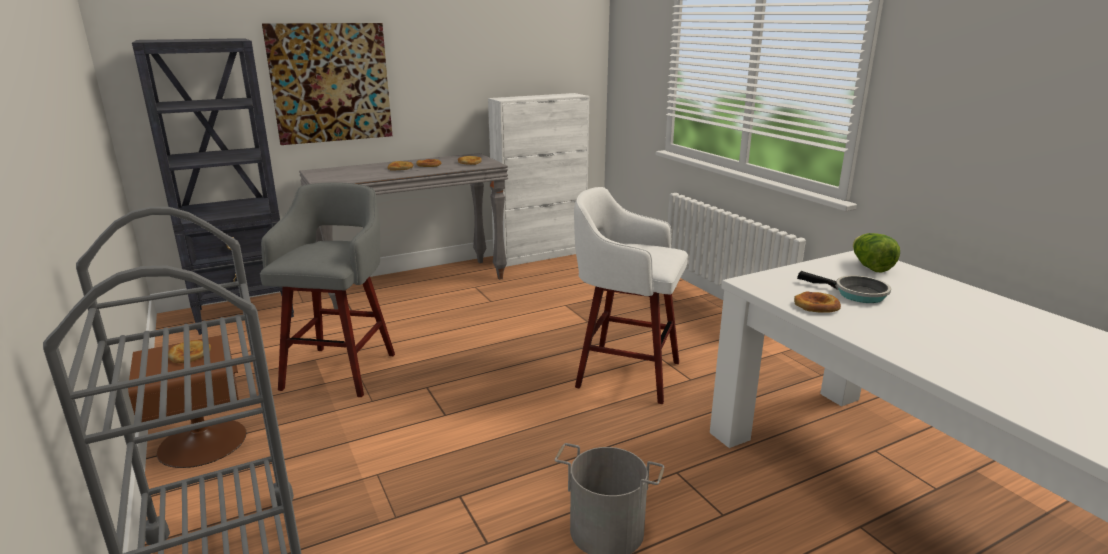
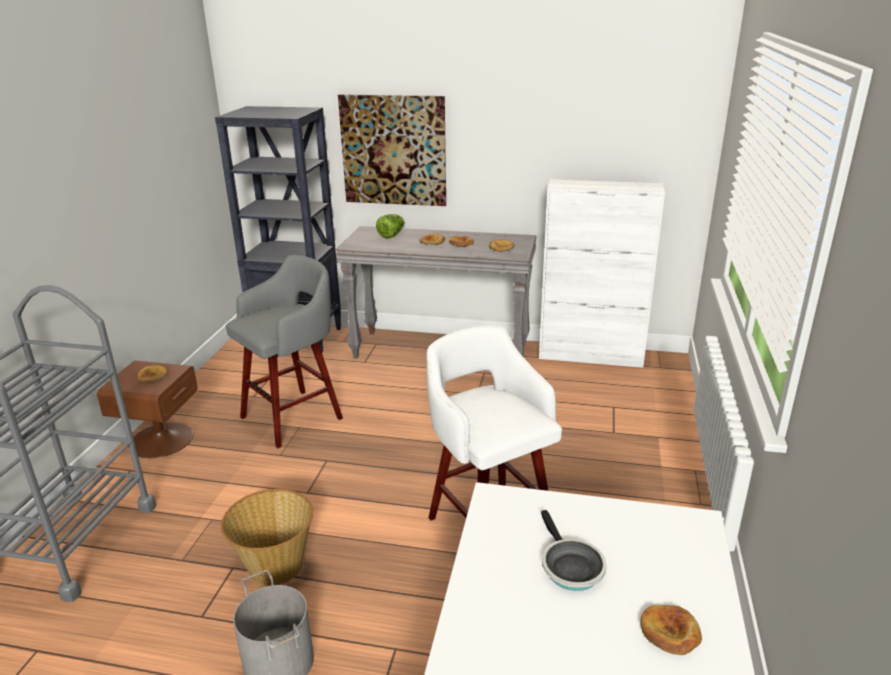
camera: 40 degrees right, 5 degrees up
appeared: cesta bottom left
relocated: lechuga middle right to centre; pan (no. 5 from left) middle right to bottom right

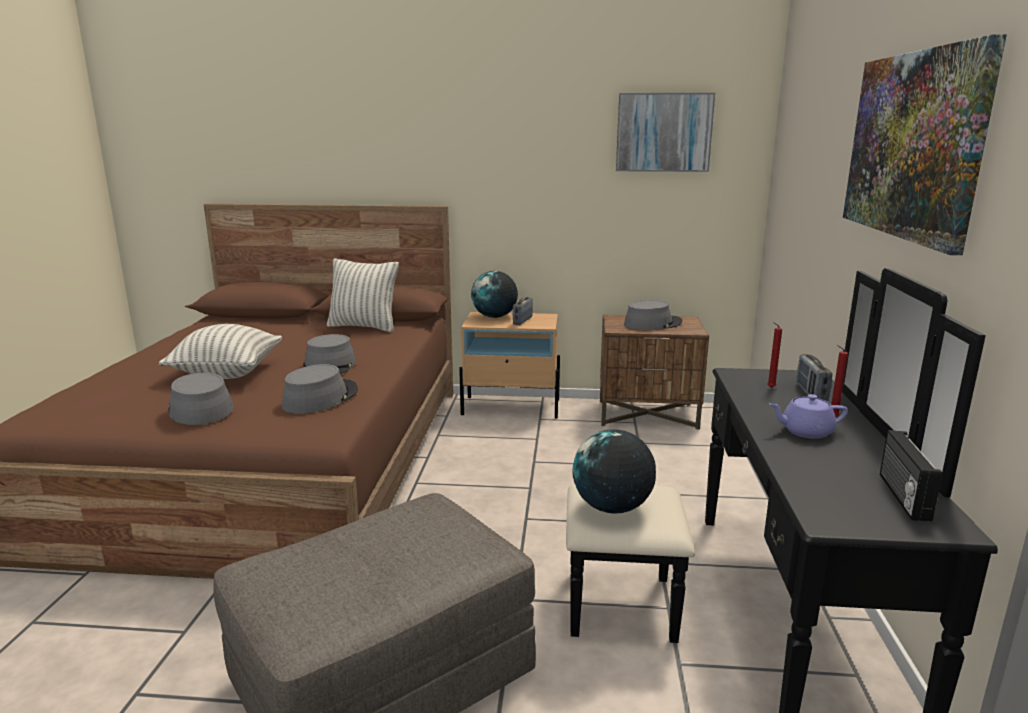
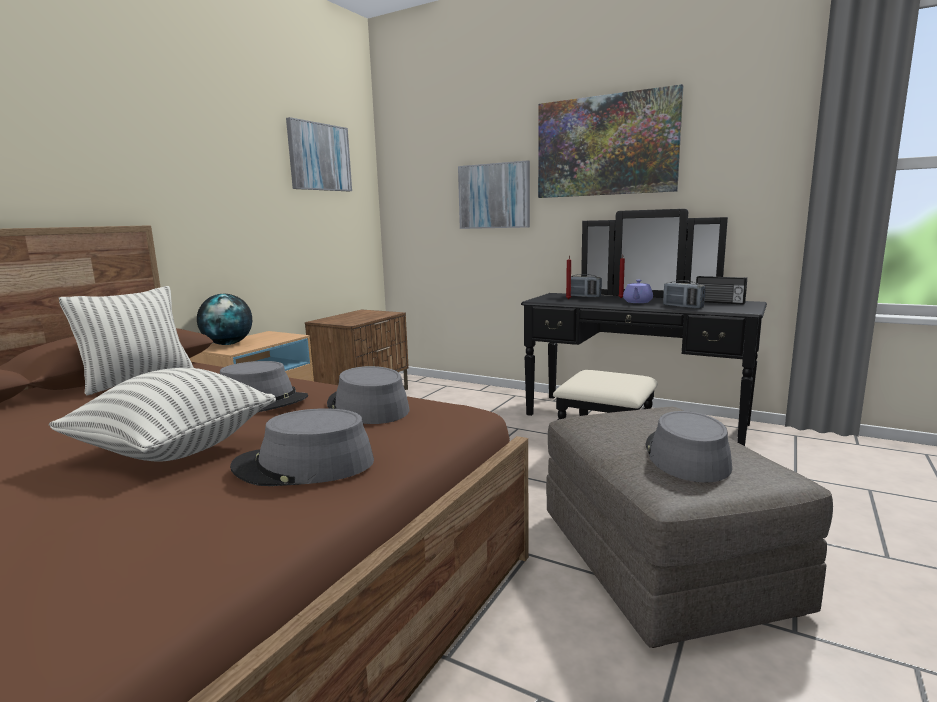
camera: 65 degrees left, 5 degrees down
missing: globo terráqueo (no. 2 from left) centre
appeared: cuadro (no. 2 from left) top centre
relocated: radio (no. 1 from left in the first image) centre to radio (no. 2 from left) middle right; sombrero/gris (no. 4 from left) centre to middle right

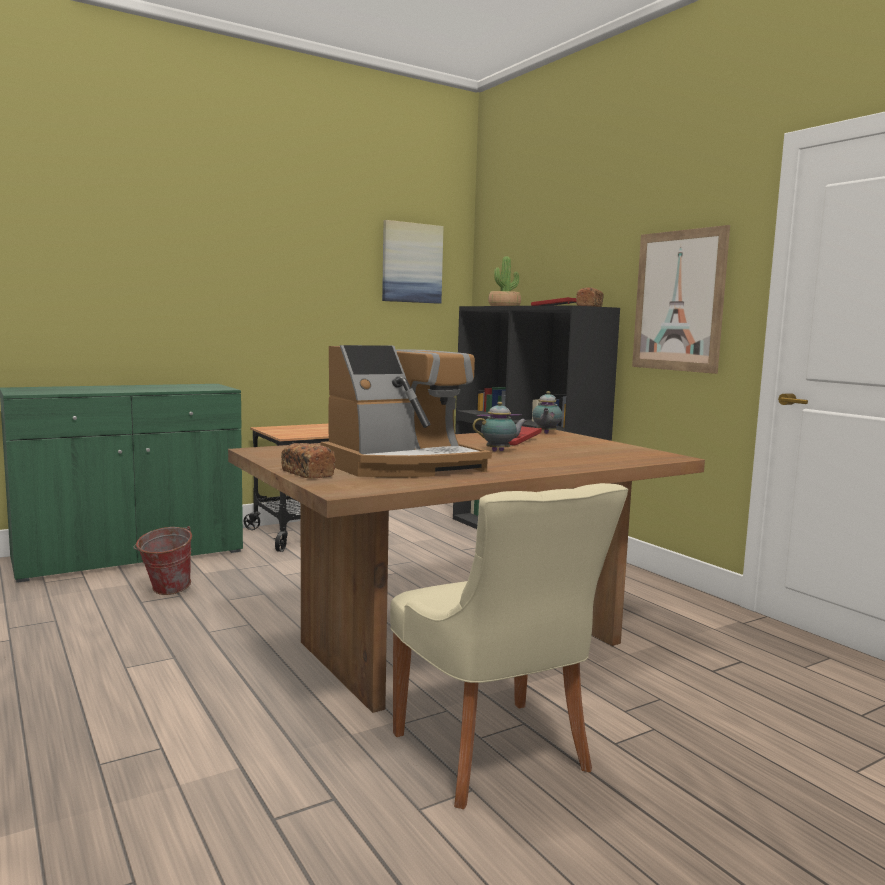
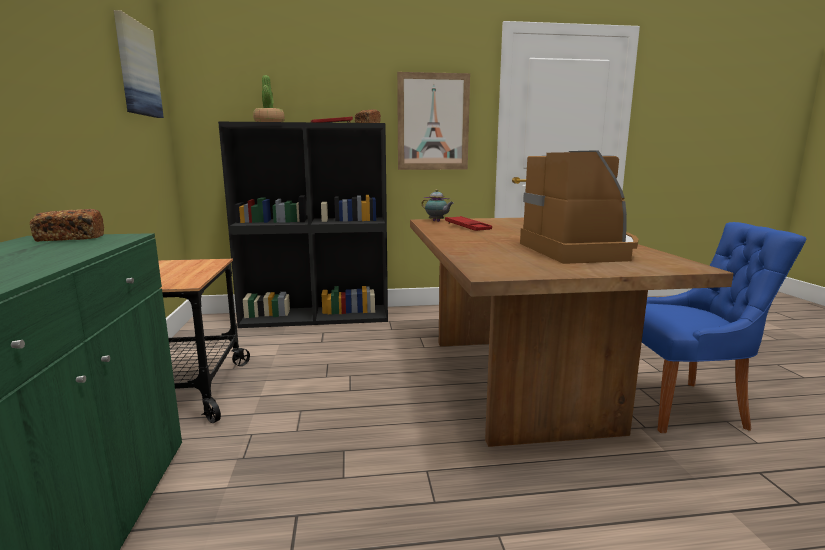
camera: 65 degrees left, 5 degrees up
missing: tetera (no. 1 from left) centre; cubo middle left
relocated: pan (no. 1 from left) centre to middle left
colour: silla/beis bottom centre to silla/azul middle right

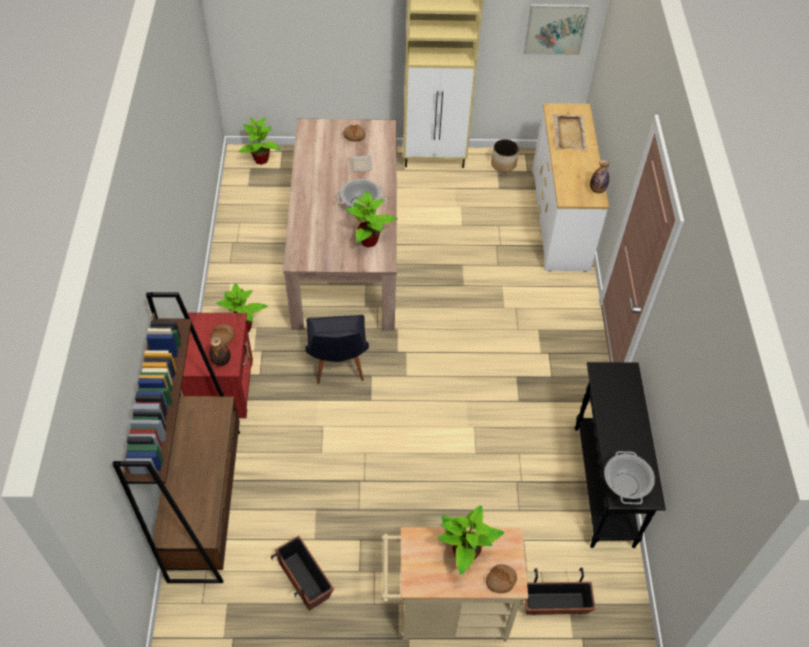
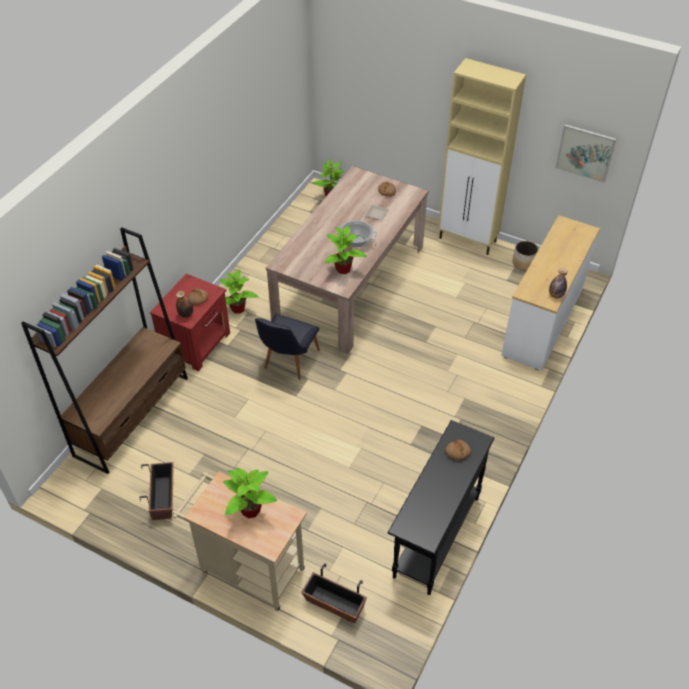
camera: 30 degrees right, 5 degrees down
missing: bandeja/beis top right; olla (no. 2 from left) bottom right
relocated: pan (no. 3 from left) bottom centre to centre

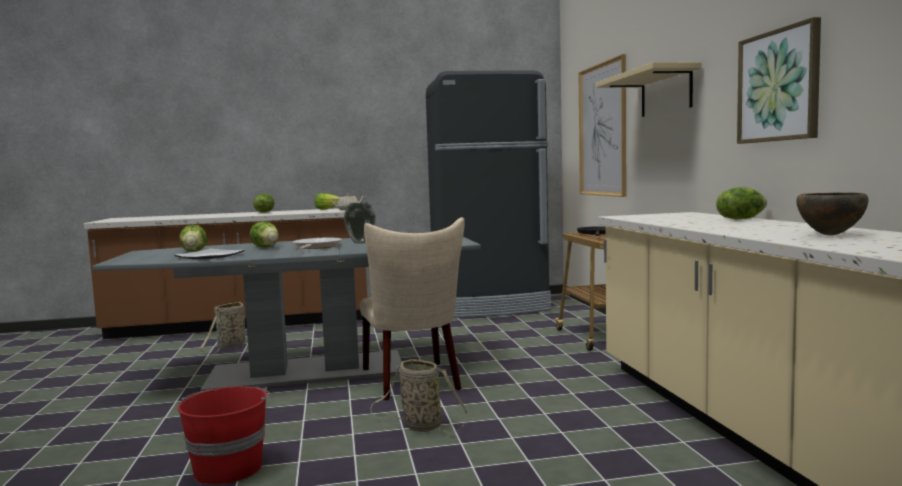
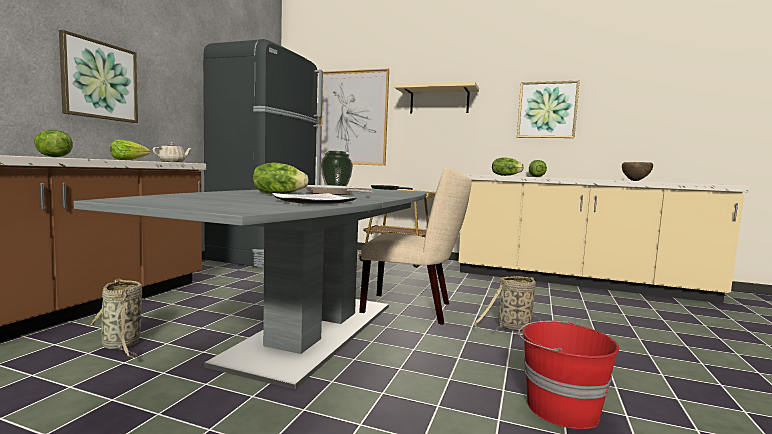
camera: 60 degrees left, 0 degrees up
appeared: cuadro (no. 1 from left) top left
relocated: lechuga (no. 1 from left in the first image) middle left to lechuga (no. 4 from left) centre

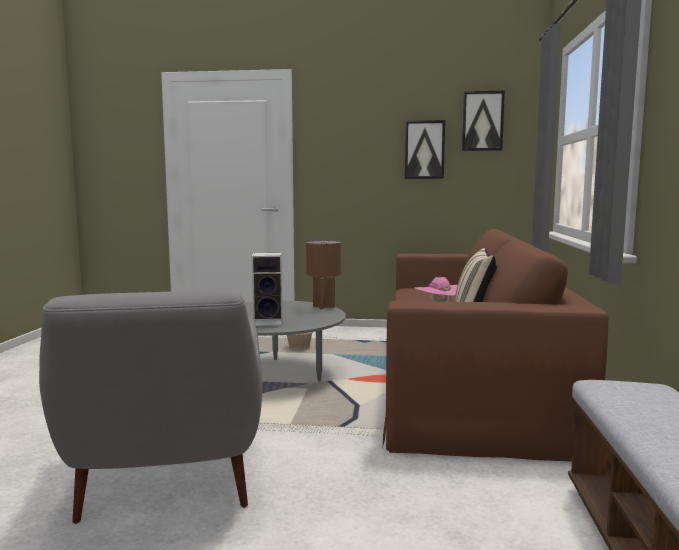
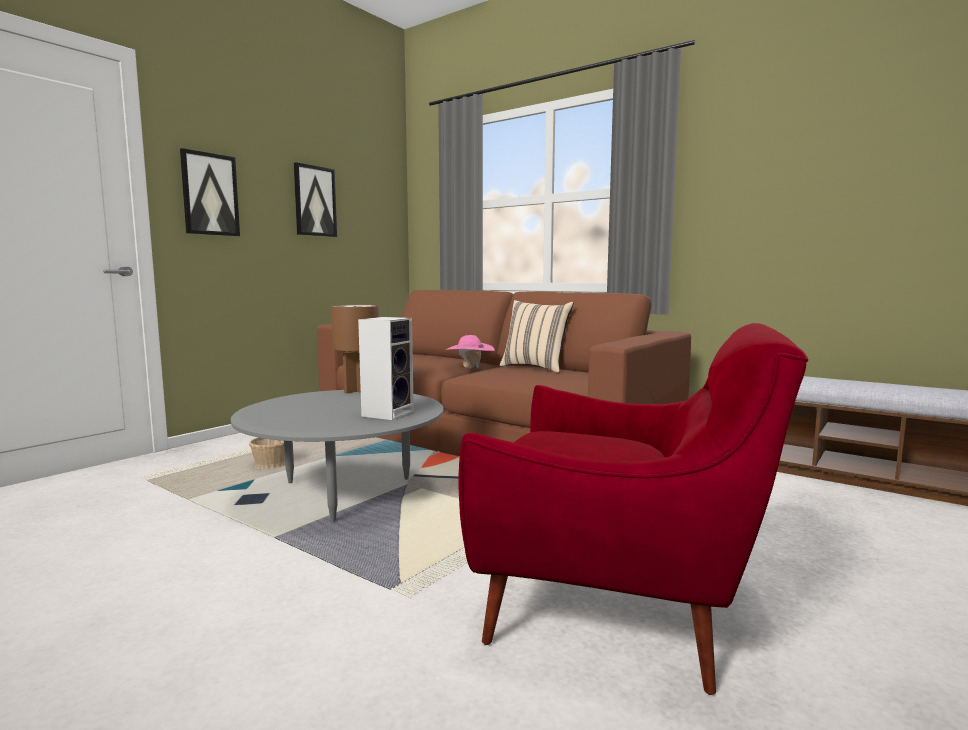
camera: 60 degrees left, 0 degrees up
relocated: cuadro (no. 2 from left in the first image) top right to cuadro (no. 1 from left) top left
colour: sillón/gris bottom left to sillón/rojo bottom centre

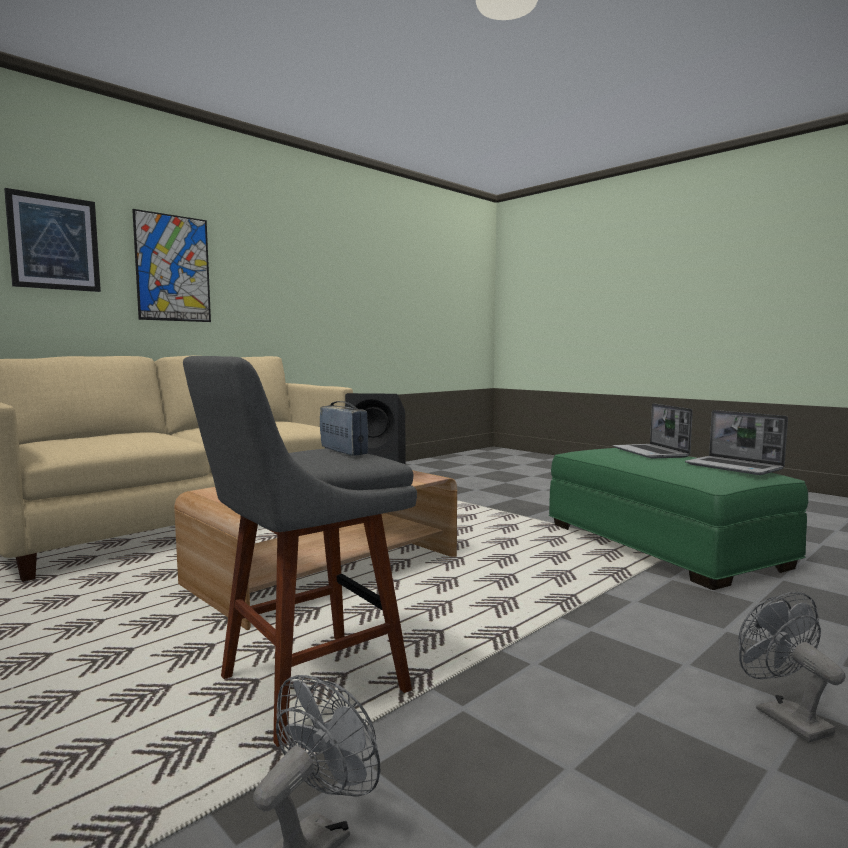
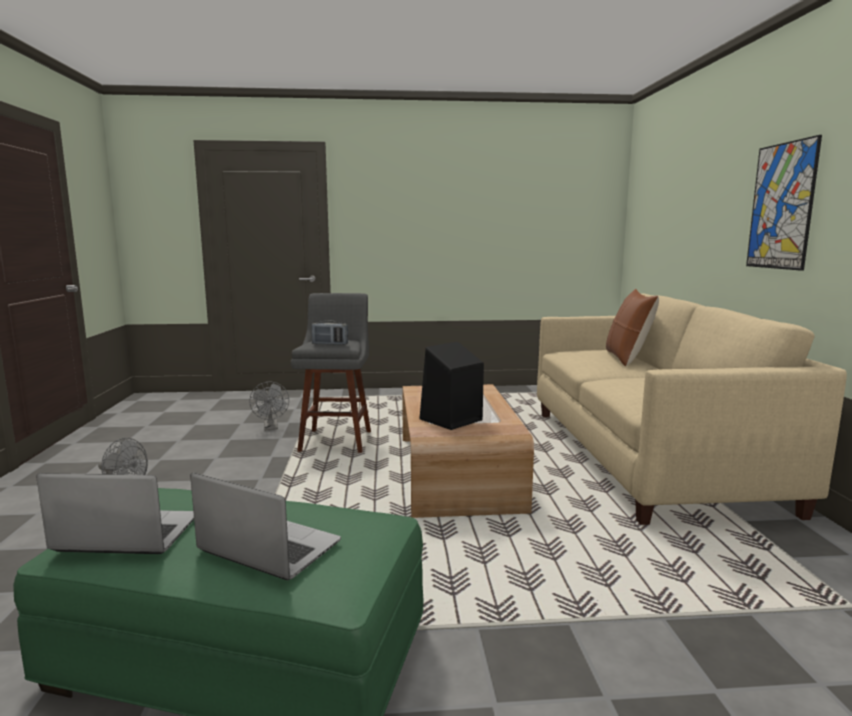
camera: 130 degrees right, 5 degrees up
missing: cuadro (no. 1 from left) top left
appeared: cojín/marrón middle right

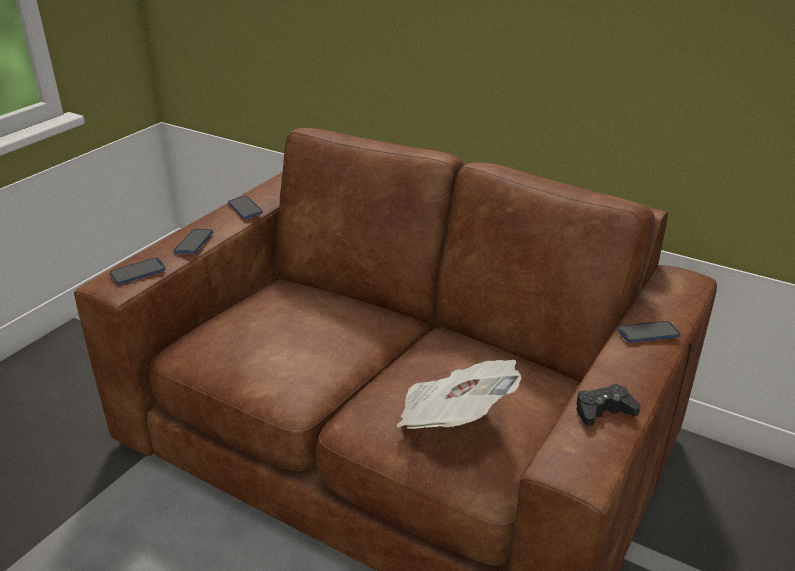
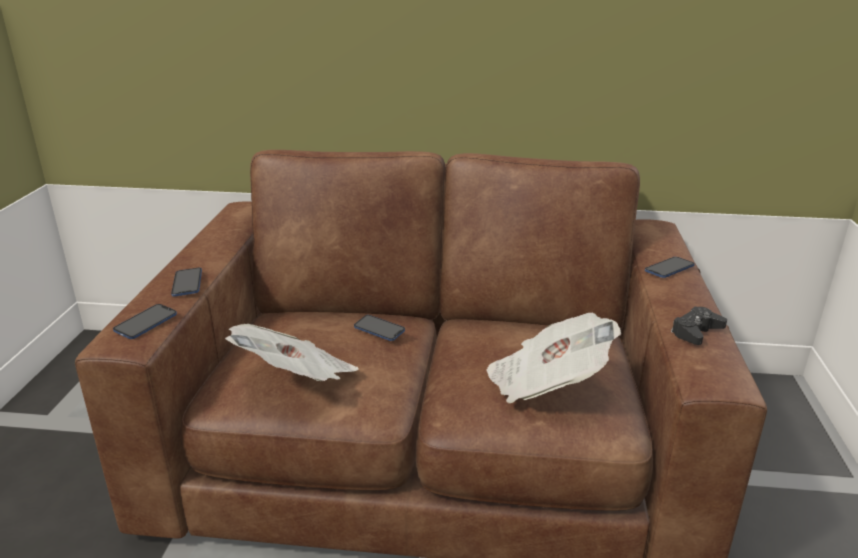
camera: 25 degrees left, 5 degrees down
appeared: periódico (no. 1 from left) centre
relocated: móvil (no. 3 from left) middle left to centre

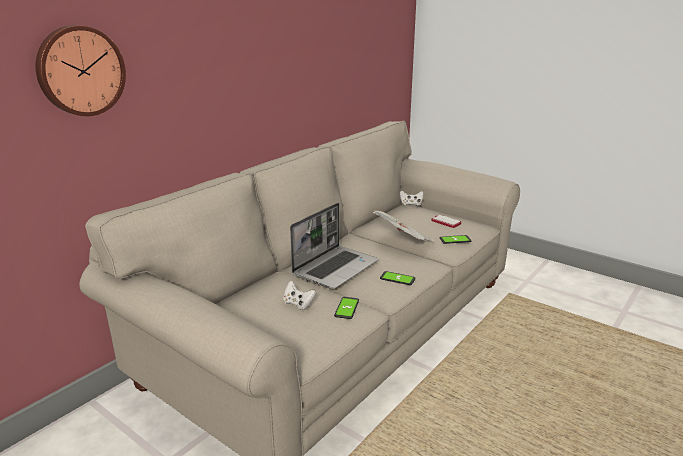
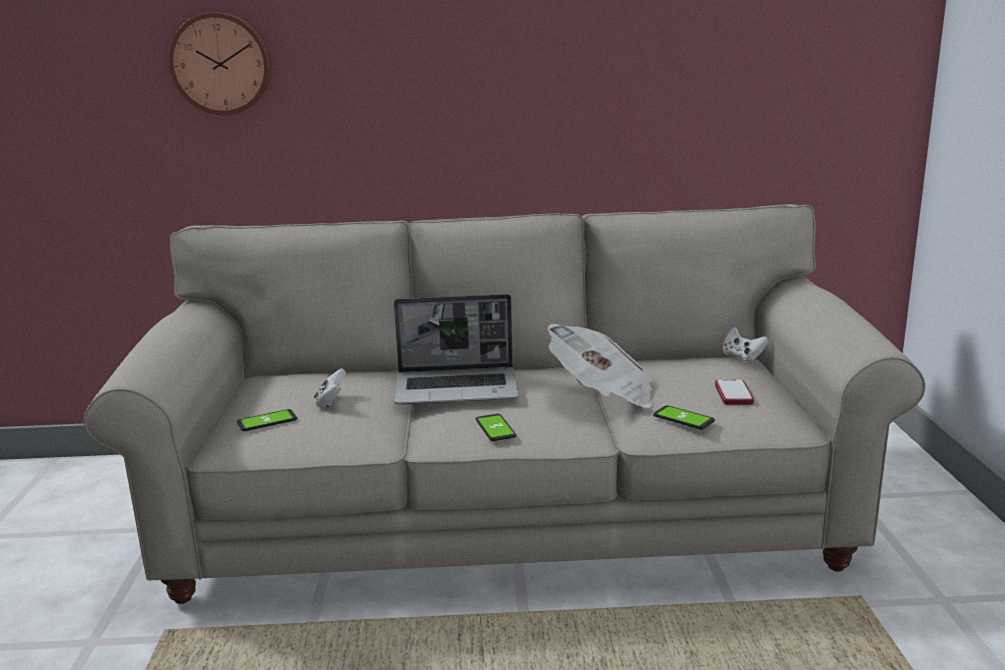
camera: 50 degrees right, 5 degrees down
relocated: móvil (no. 1 from left) bottom centre to middle left

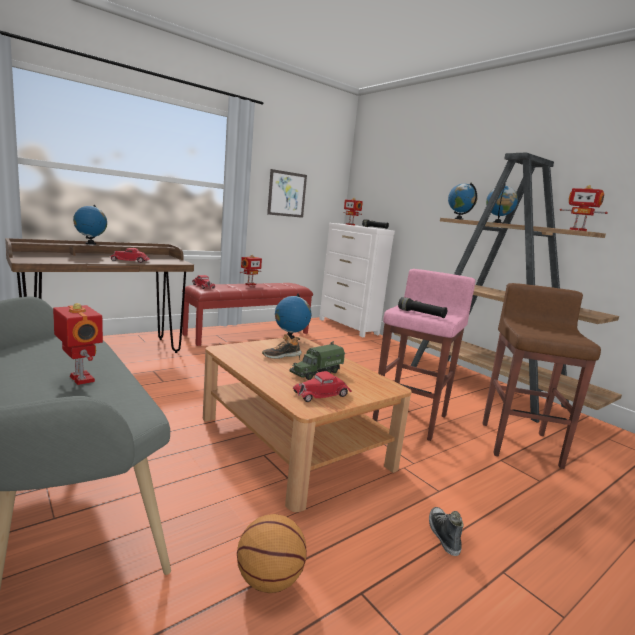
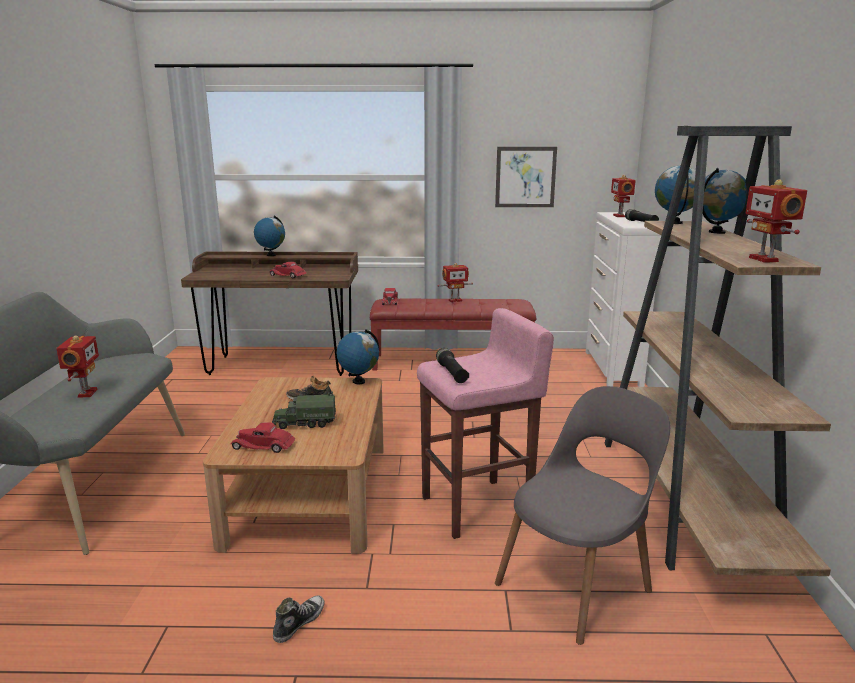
camera: 40 degrees right, 5 degrees up
missing: balón de baloncesto bottom centre
exchanged: taburete/marrón middle right to silla/gris bottom right

